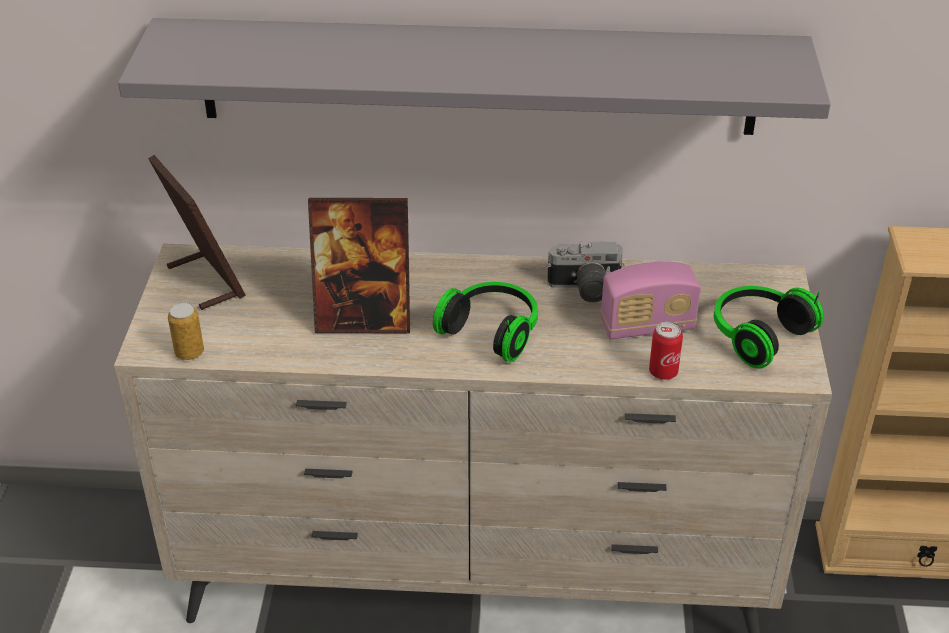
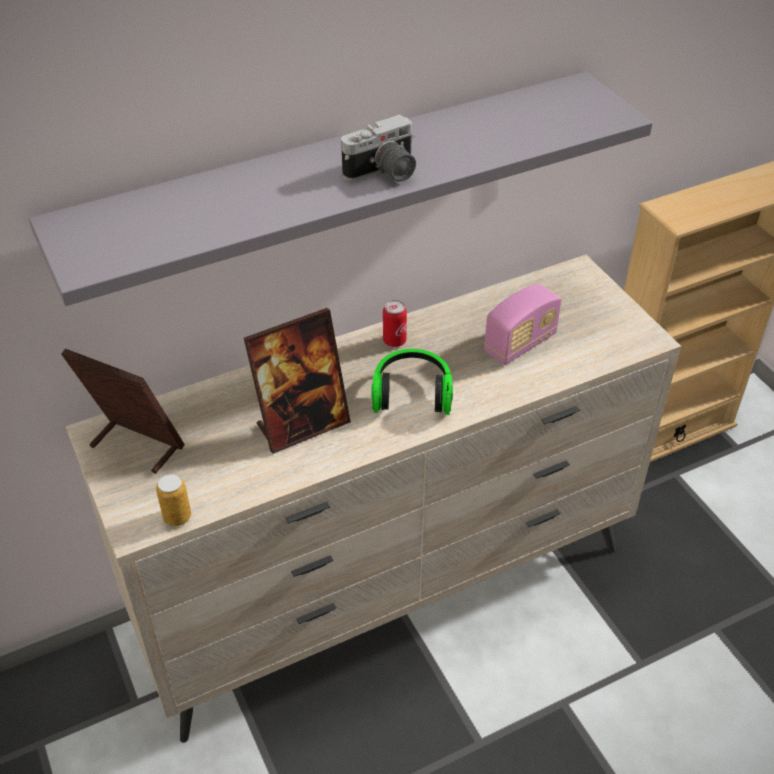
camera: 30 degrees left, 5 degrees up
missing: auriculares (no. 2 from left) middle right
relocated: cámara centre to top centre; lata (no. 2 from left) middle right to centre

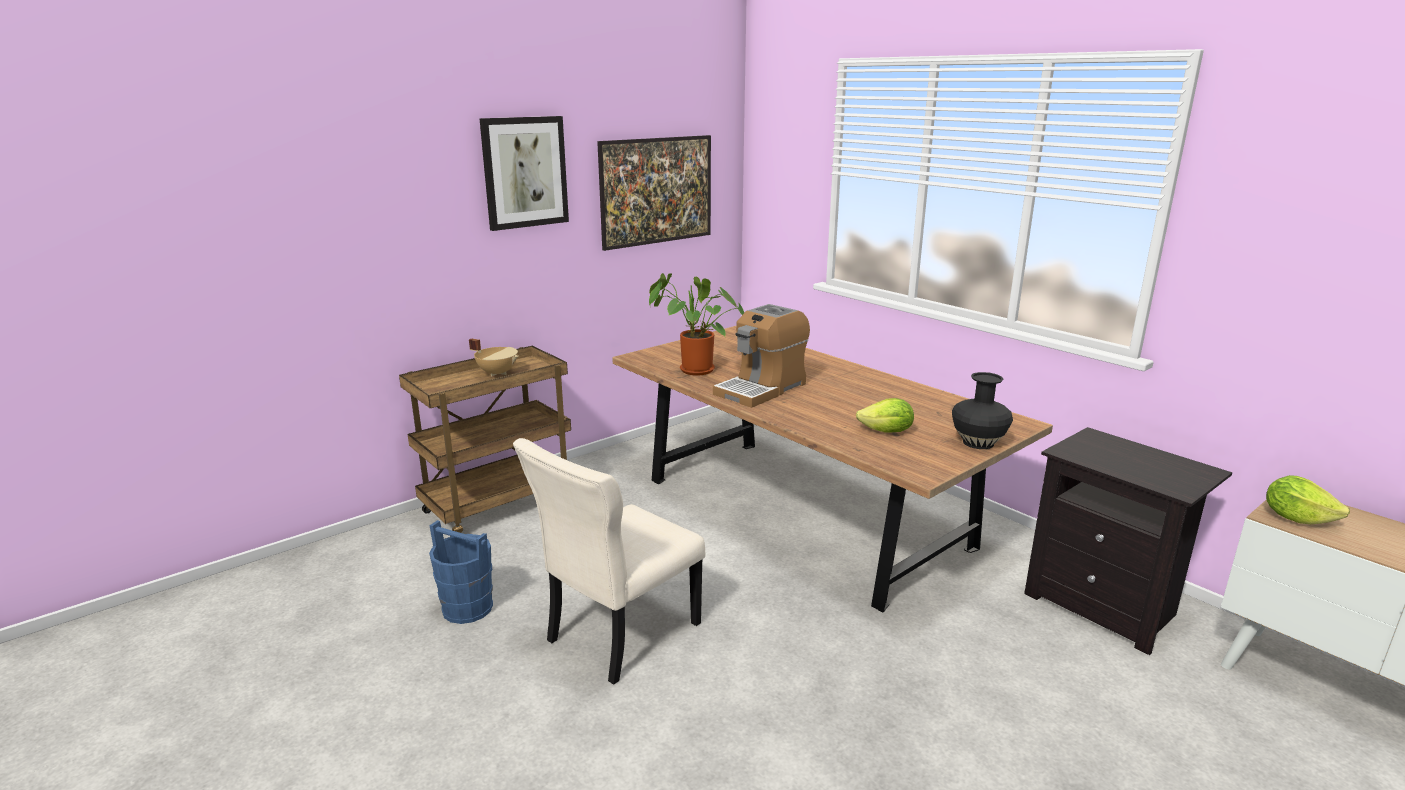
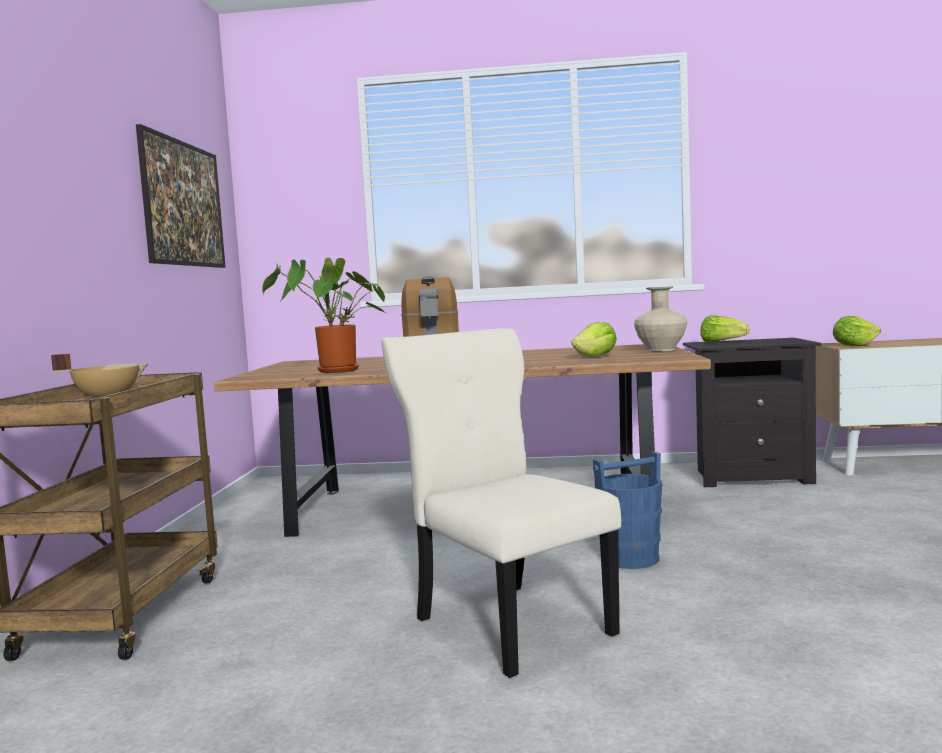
camera: 45 degrees left, 15 degrees down
missing: cuadro (no. 1 from left) top centre
appeared: lechuga (no. 2 from left) middle right
relocated: cubo/azul bottom left to bottom centre
colour: florero/negro middle right to florero/beis middle right
spun: silla/beis bottom centre = bottom centre 150 degrees clockwise

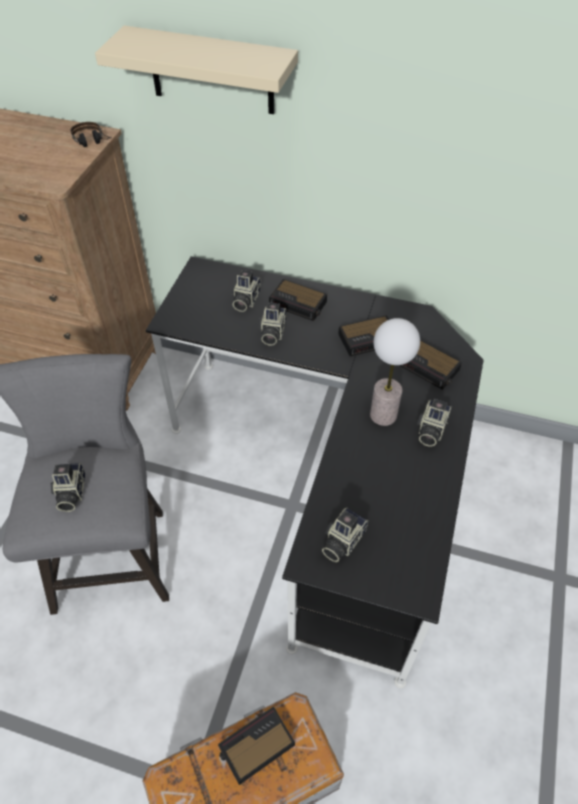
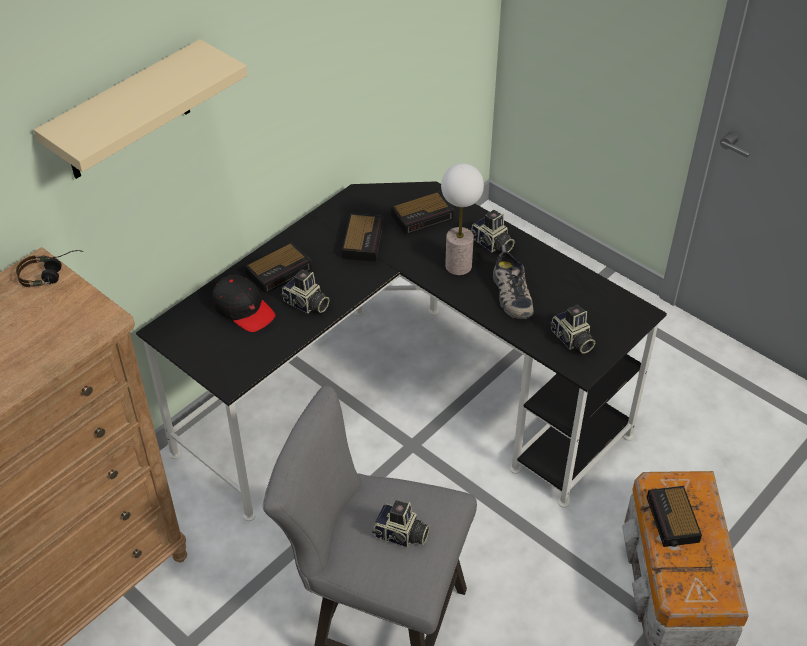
camera: 65 degrees left, 5 degrees down
appeared: zapato centre
exchanged: cámara (no. 2 from left) centre to gorra/negro middle left

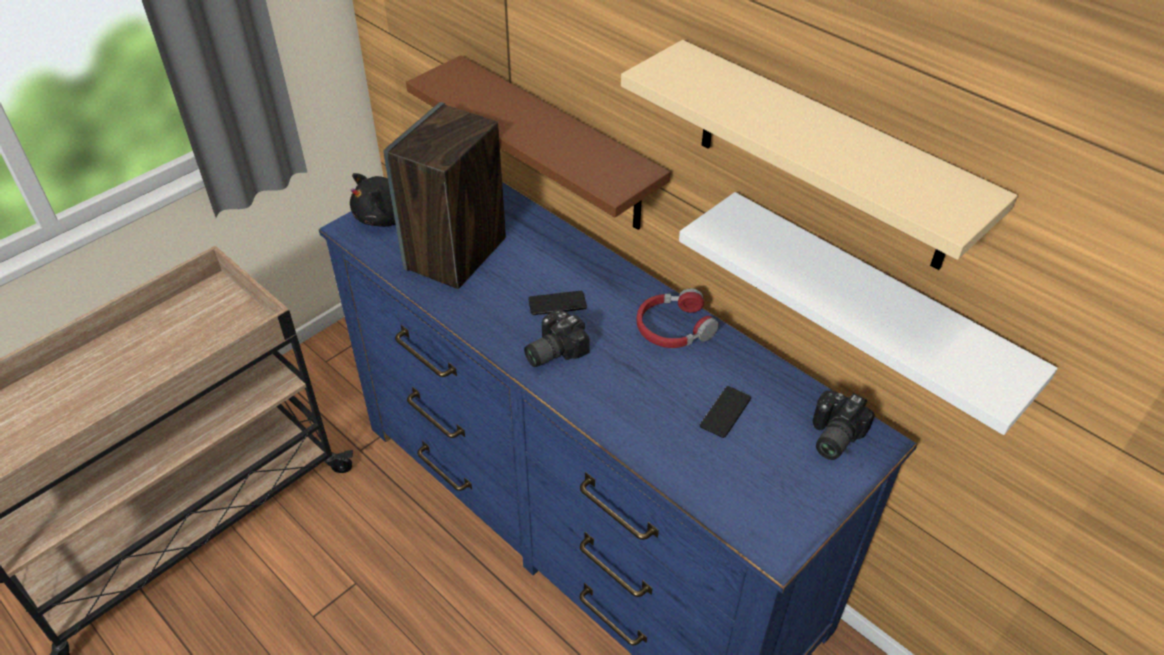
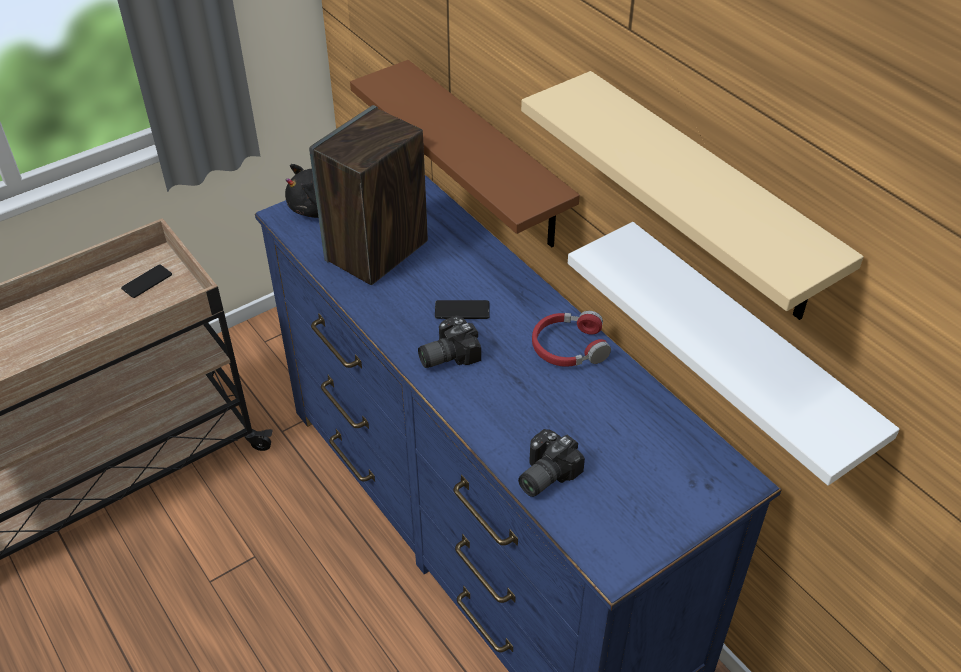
camera: 10 degrees right, 0 degrees up
relocated: móvil (no. 2 from left in the first image) centre to móvil (no. 1 from left) middle left; cámara (no. 2 from left) middle right to bottom centre

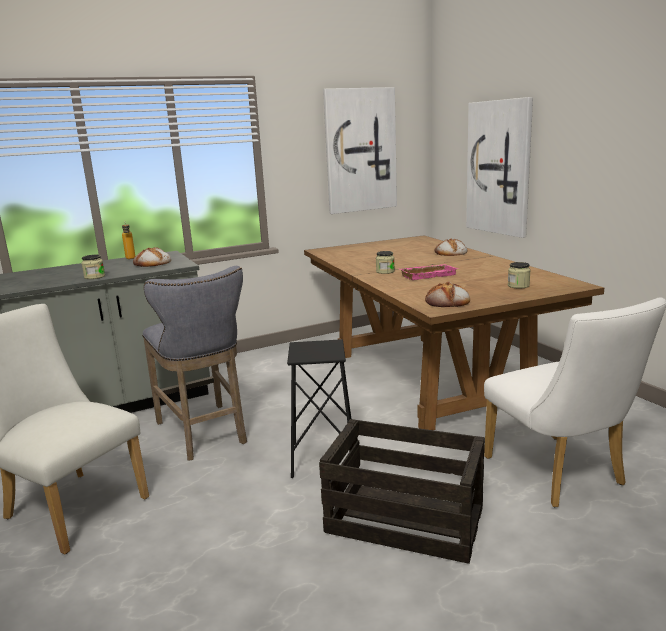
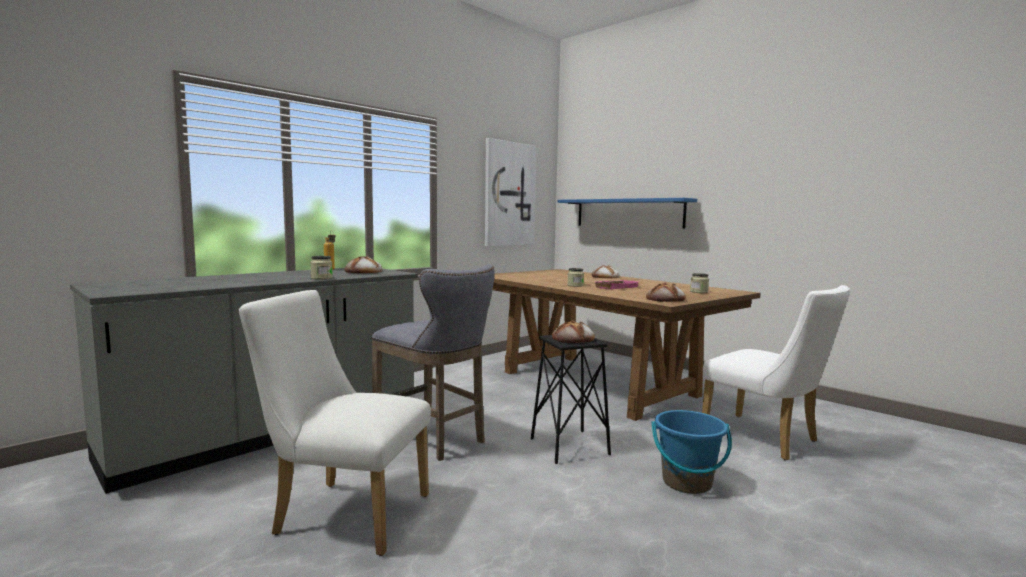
camera: 20 degrees left, 10 degrees down
appeared: pan (no. 2 from left) centre
exchanged: cuadro (no. 2 from left) top right to estante/azul centre; caja de embalaje bottom centre to cubo/azul bottom right

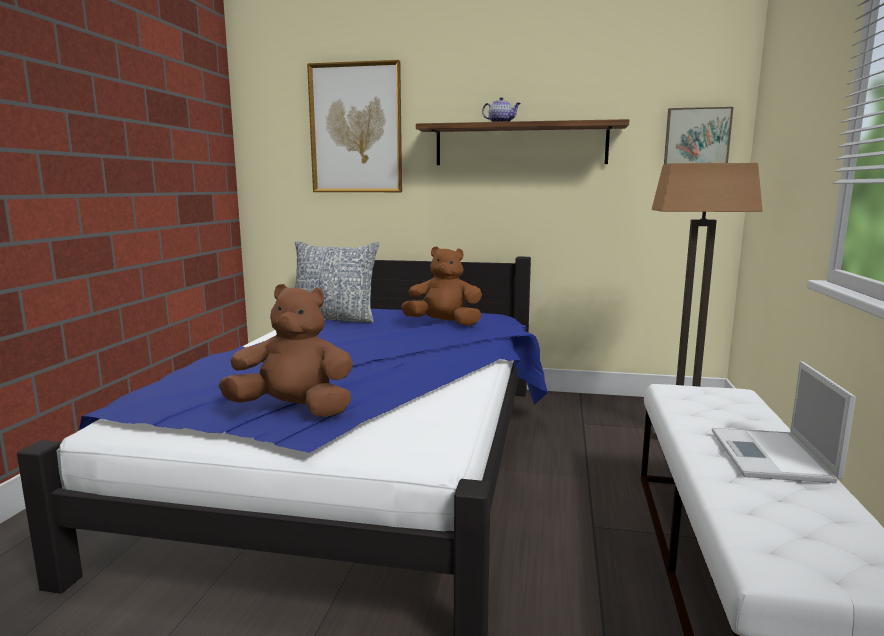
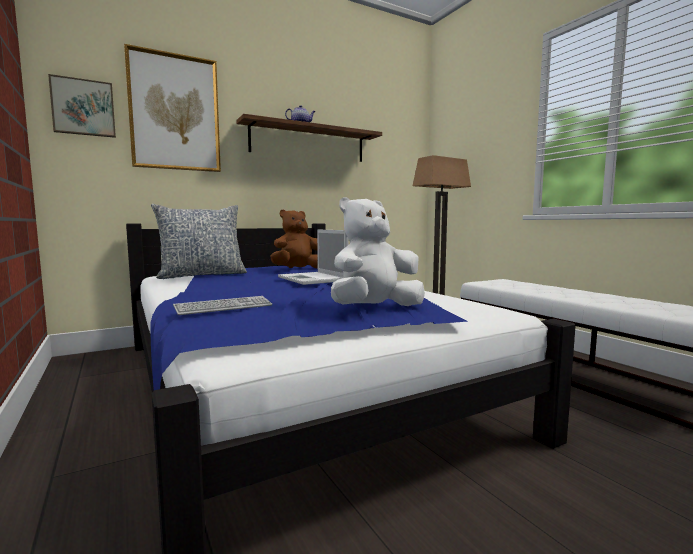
camera: 40 degrees left, 5 degrees down
appeared: teclado middle left
relocated: cuadro (no. 2 from left in the first image) top right to cuadro (no. 1 from left) top left; portátil middle right to centre
colour: peluche/marrón (no. 1 from left) middle left to peluche/blanco centre

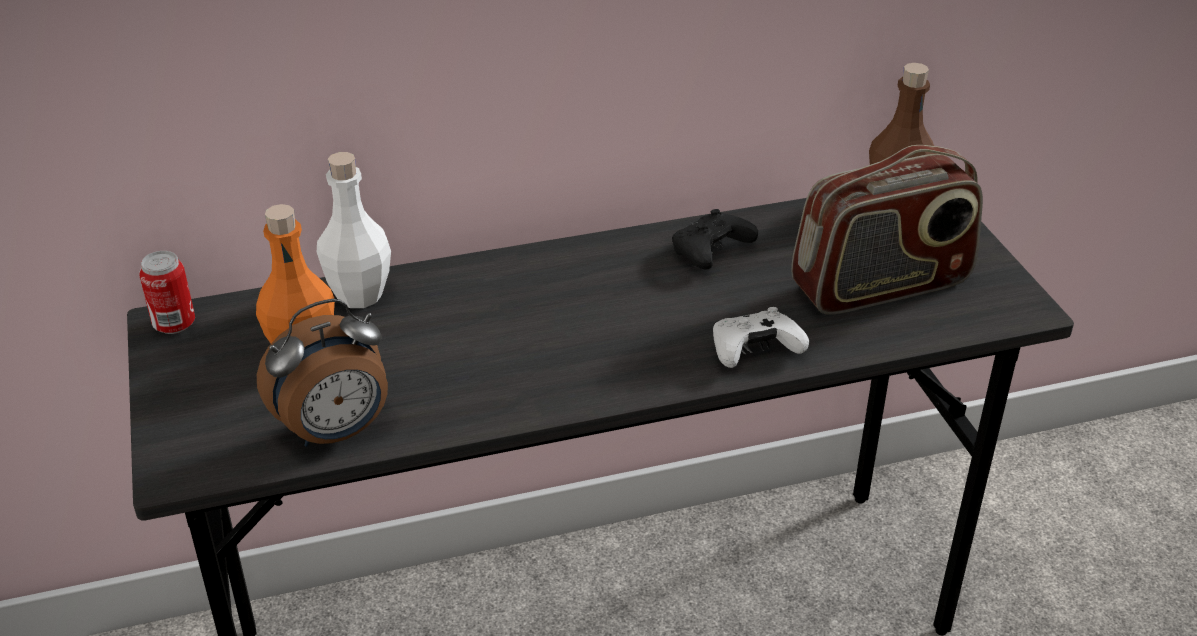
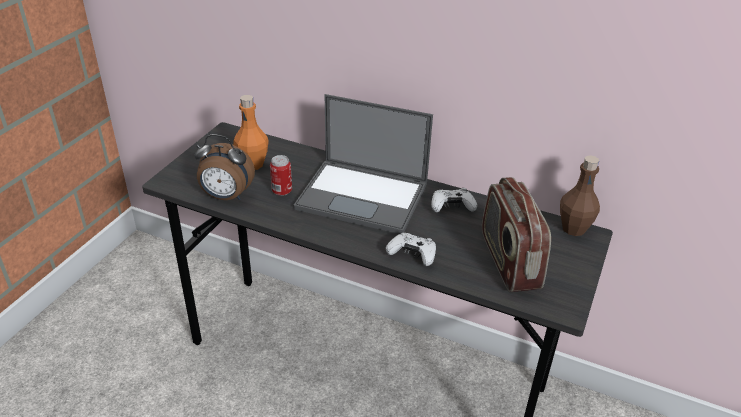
camera: 40 degrees right, 0 degrees up
missing: botella/blanco middle left
appeared: portátil centre
relocated: lata middle left to centre
colour: mando de consola/negro centre to mando de consola/blanco (no. 2 from left) centre
spun: radio middle right = middle right 60 degrees clockwise

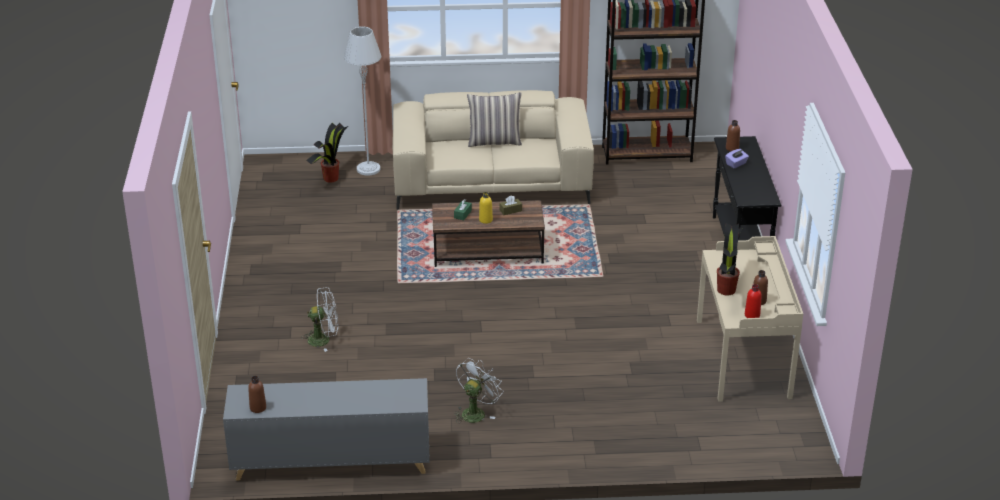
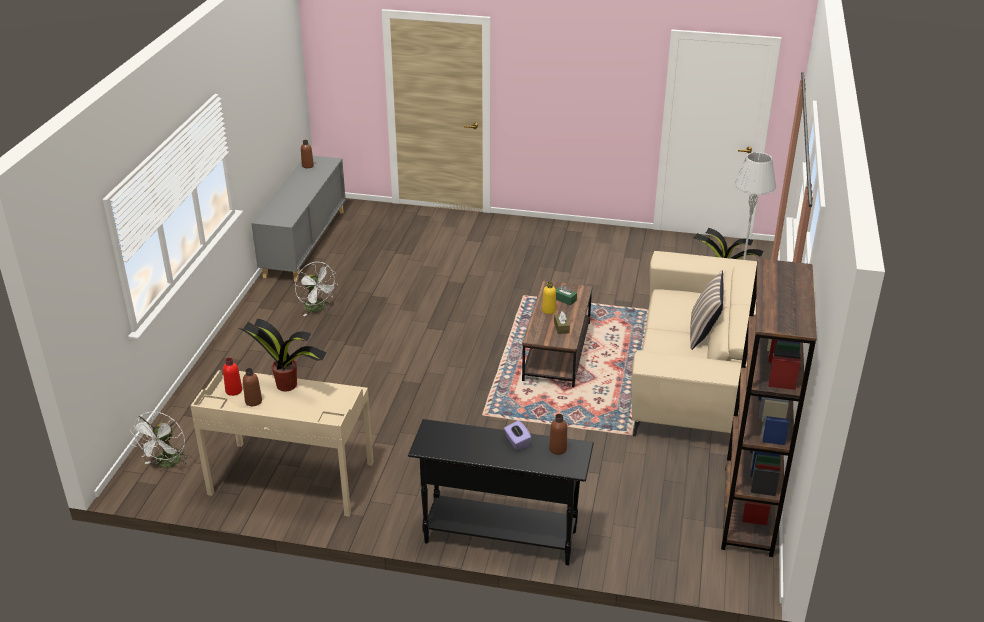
camera: 105 degrees right, 0 degrees up
relocated: ventilador/blanco (no. 1 from left) middle left to bottom left

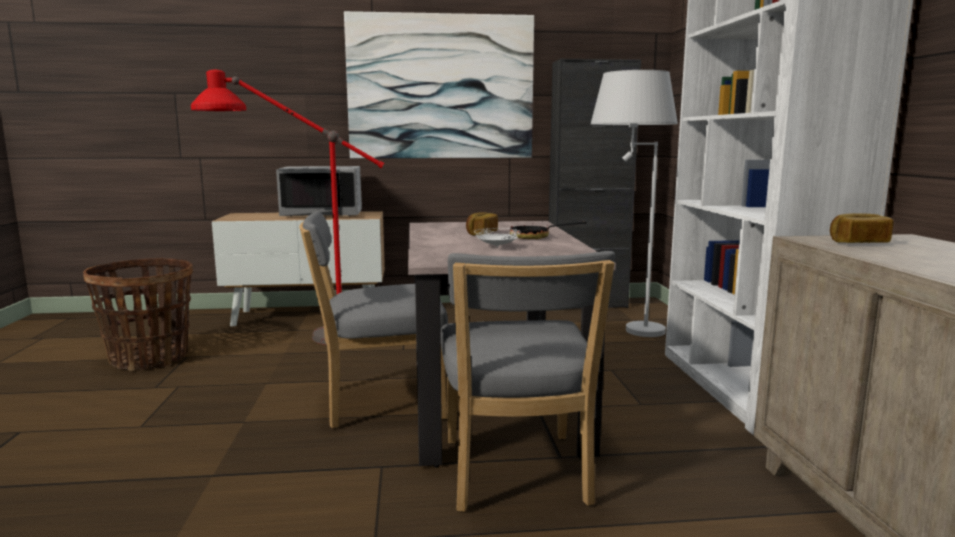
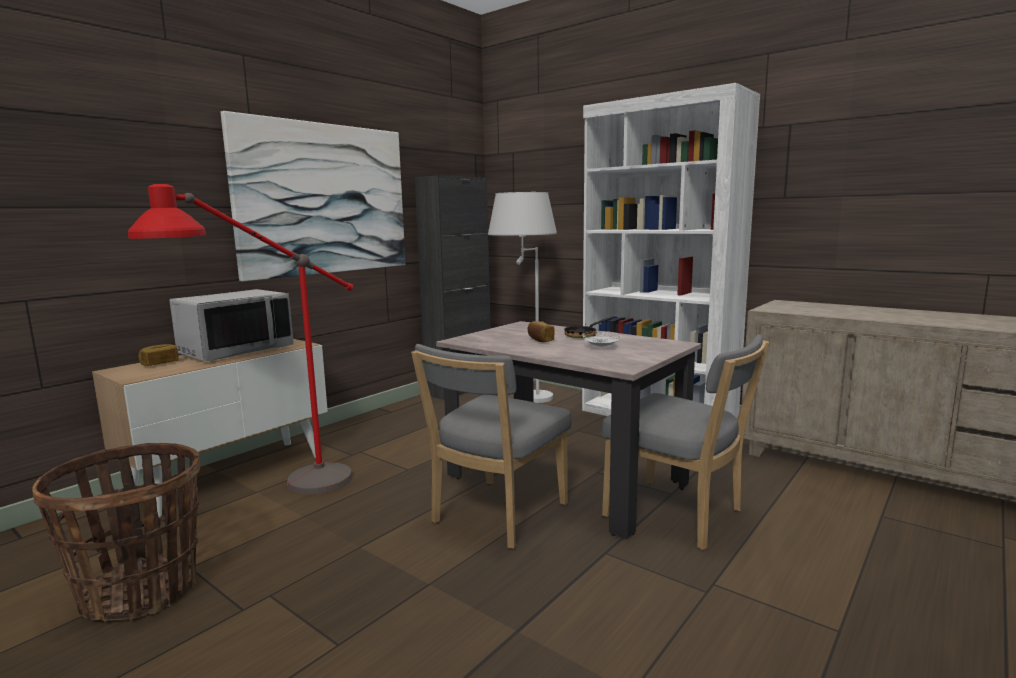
camera: 45 degrees left, 0 degrees up
relocated: pan (no. 2 from left in the first image) middle right to pan (no. 1 from left) middle left

